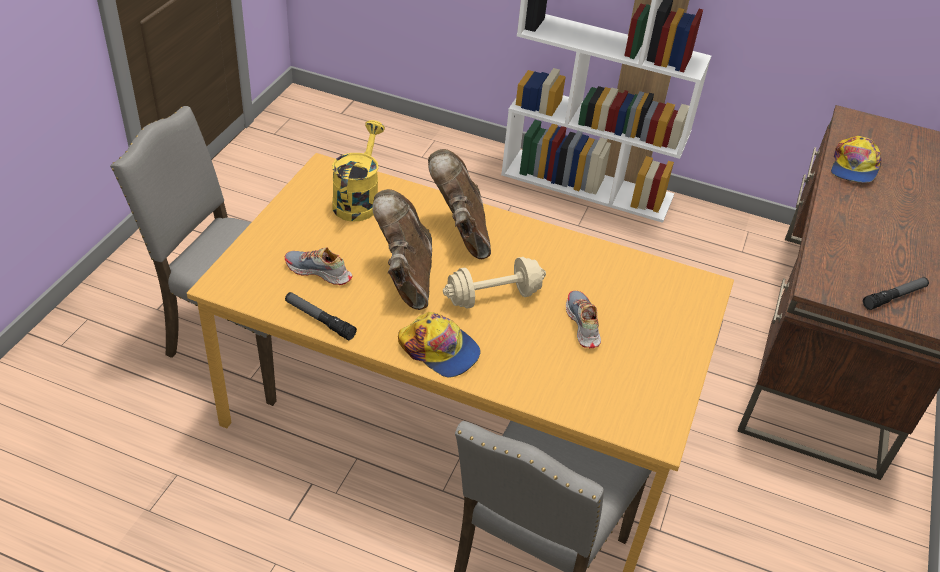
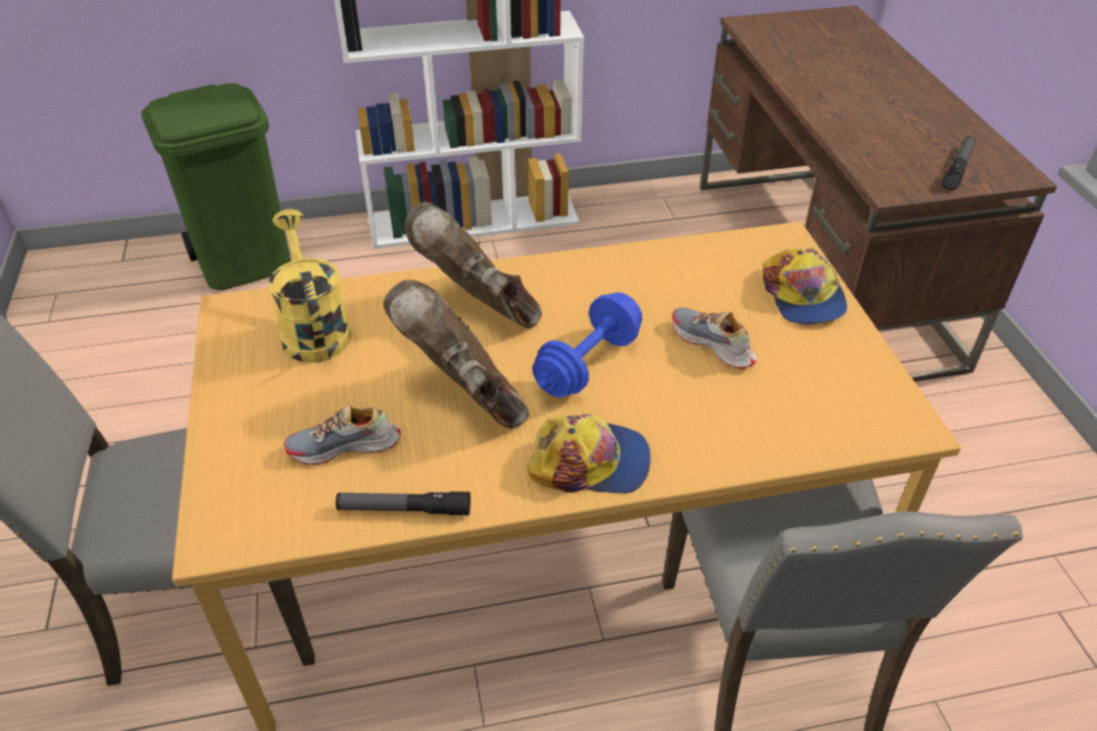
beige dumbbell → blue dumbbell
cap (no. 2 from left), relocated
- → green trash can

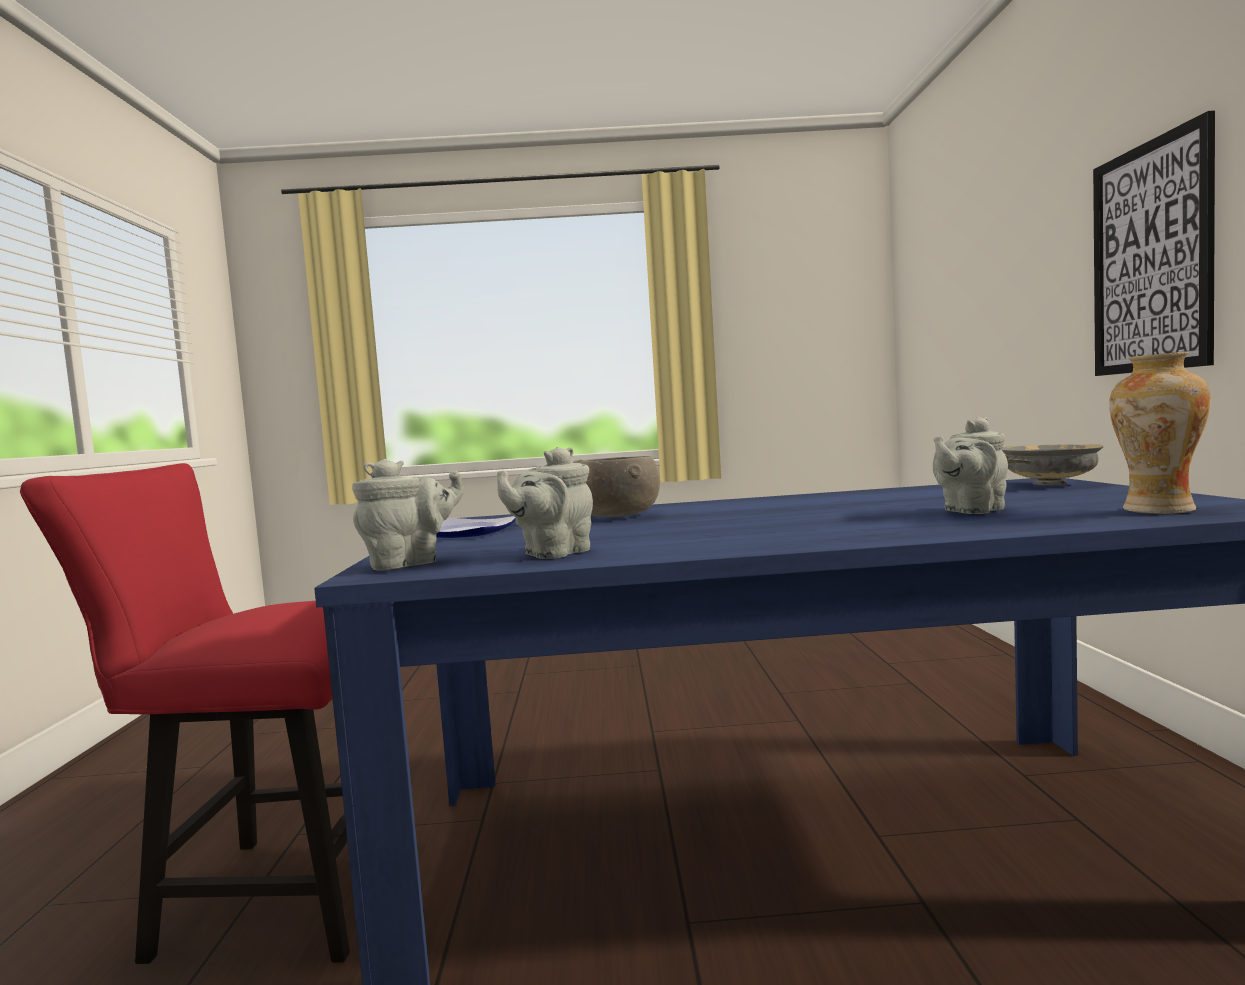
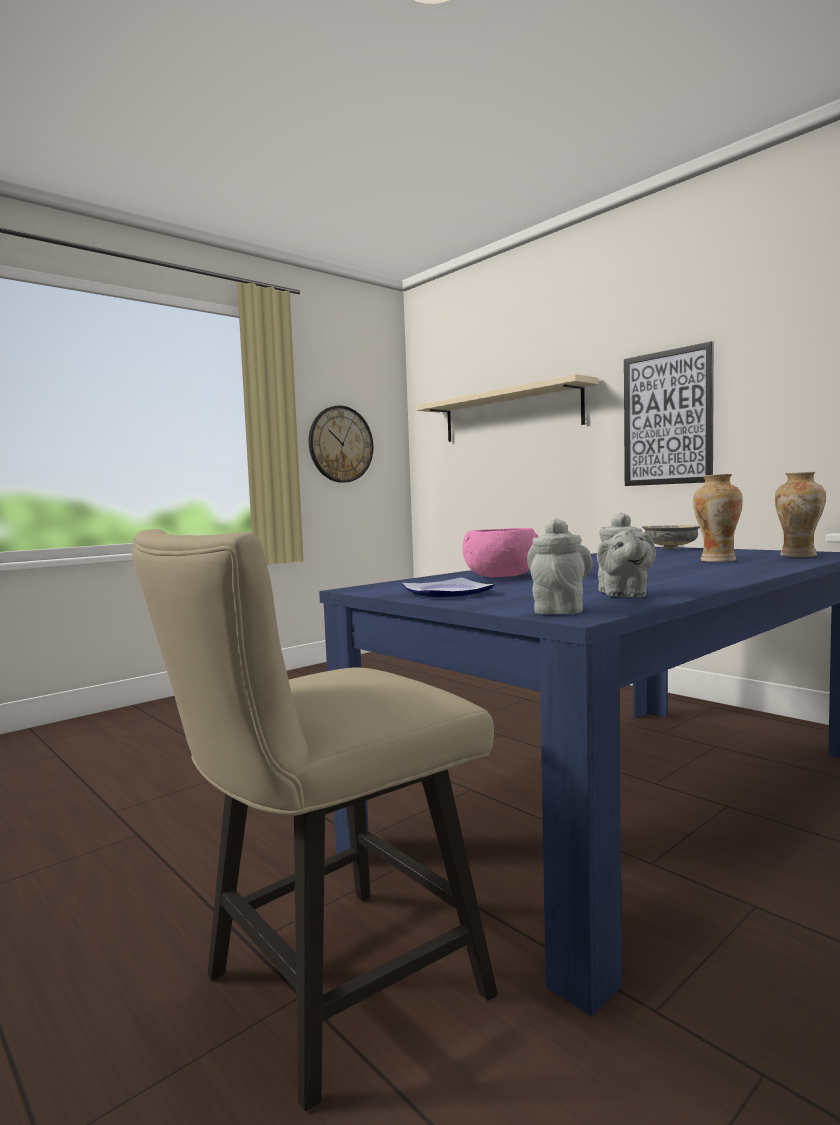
red chair → beige chair
grey bowl (no. 1 from left) → pink bowl
grey teapot (no. 3 from left) → vase (no. 1 from left)
- → wall clock
- → beige shelf

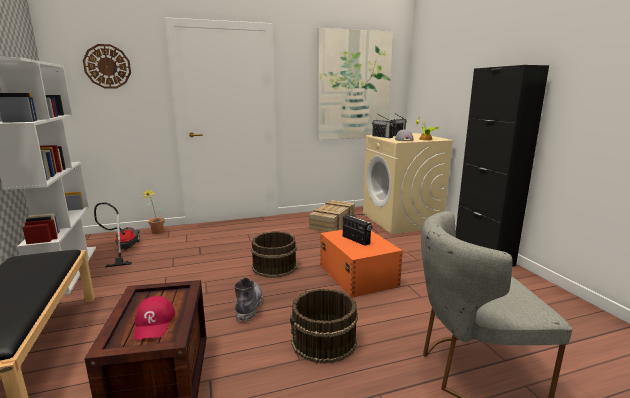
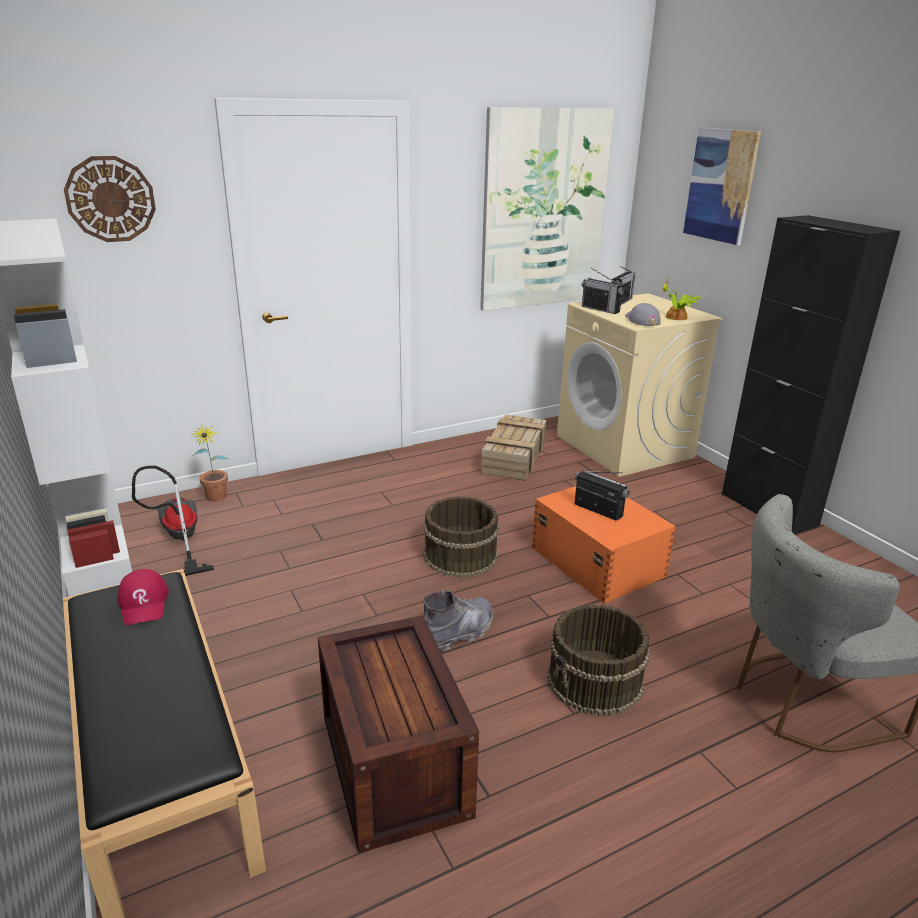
red cap, relocated
grey boot, 60 degrees clockwise
- → picture (no. 2 from left)

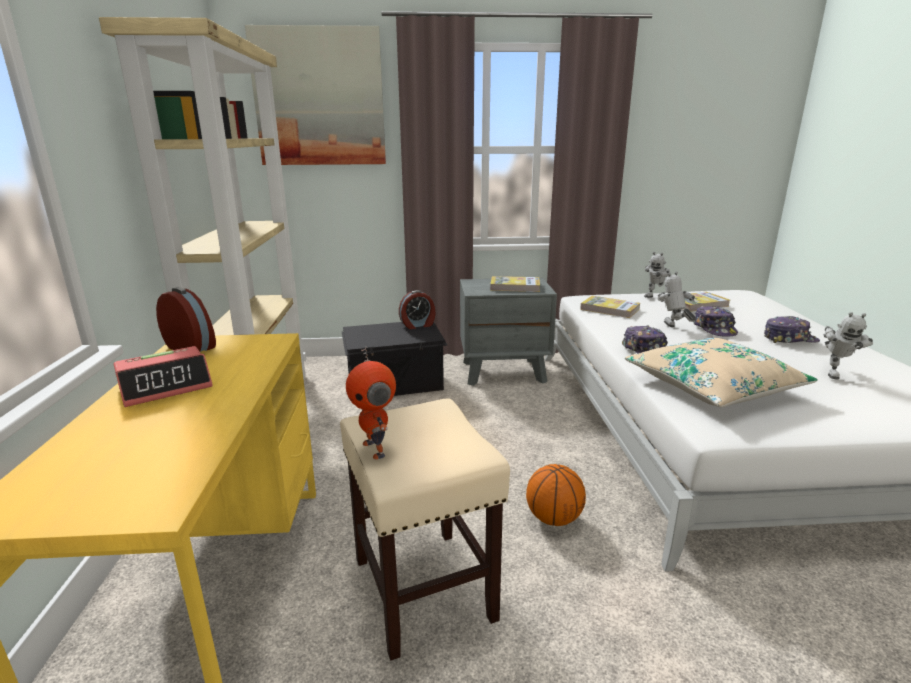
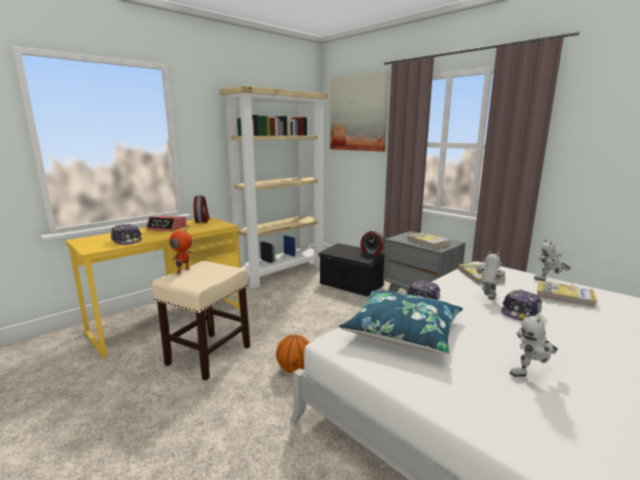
beige pillow → blue pillow
cap (no. 3 from left in the first image) → cap (no. 1 from left), relocated

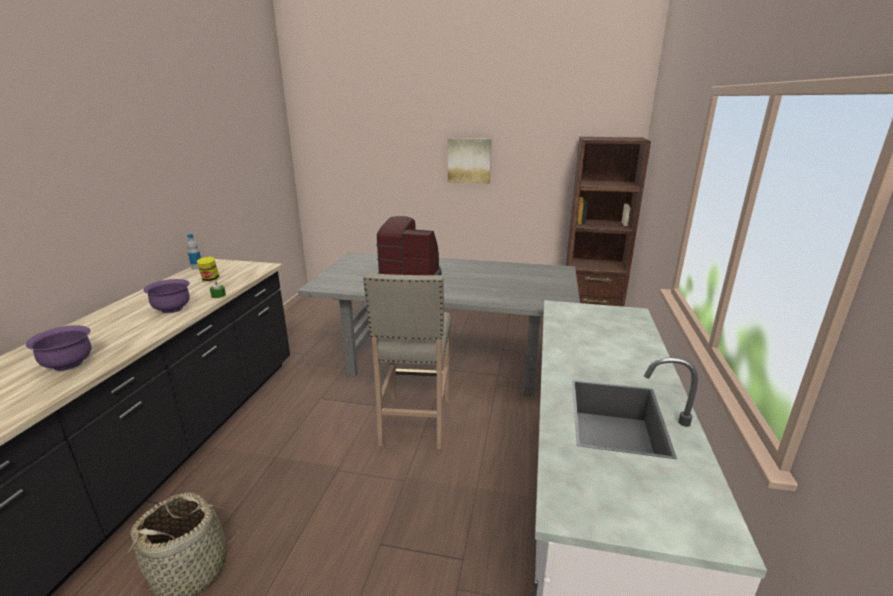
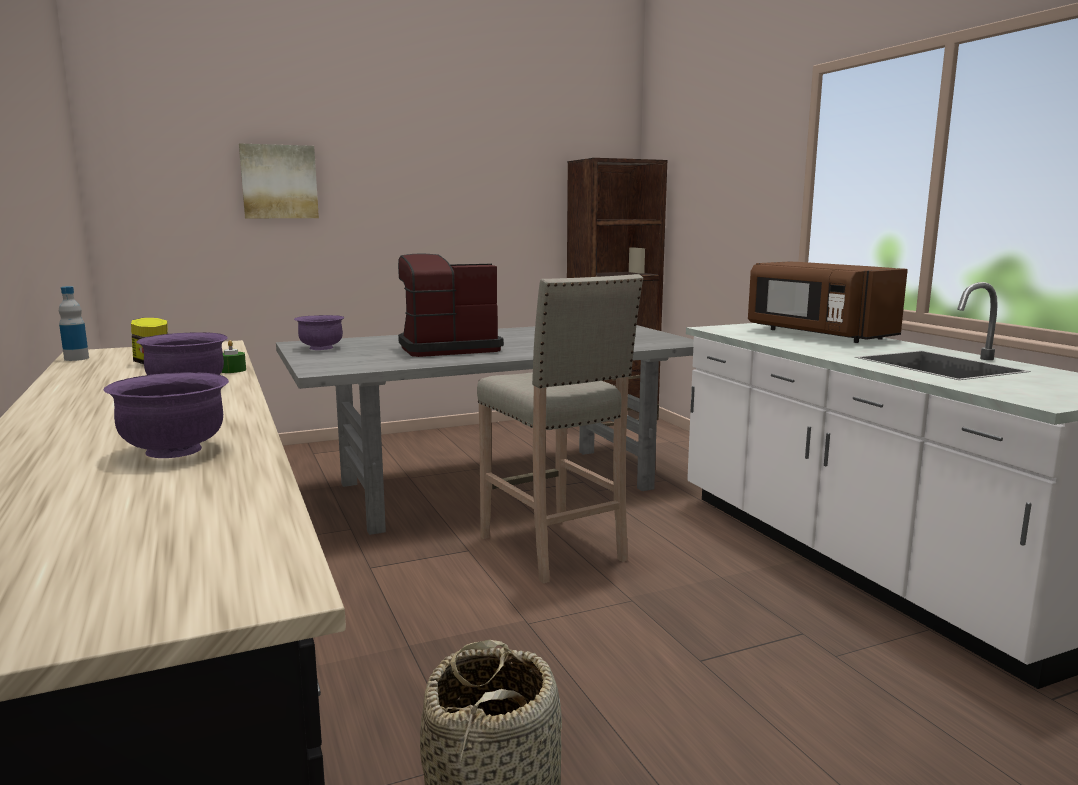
picture, relocated
- → purple bowl (no. 3 from left)
- → brown microwave

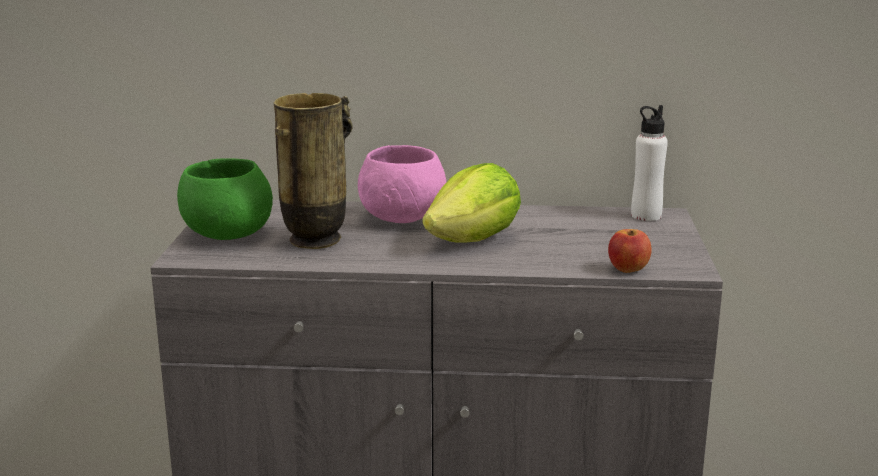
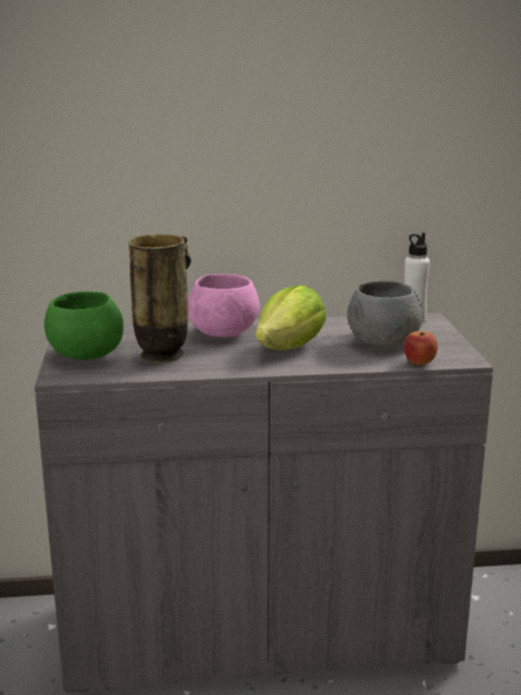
- → grey bowl

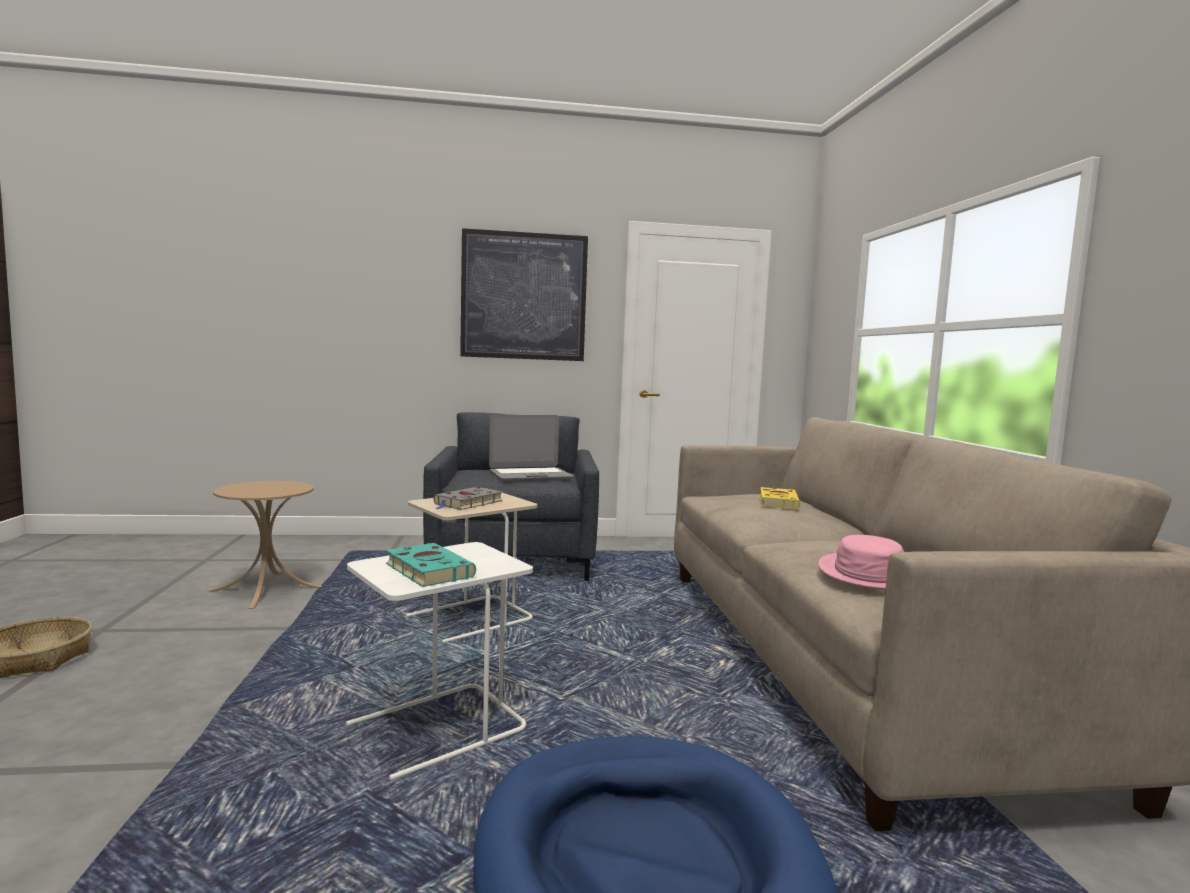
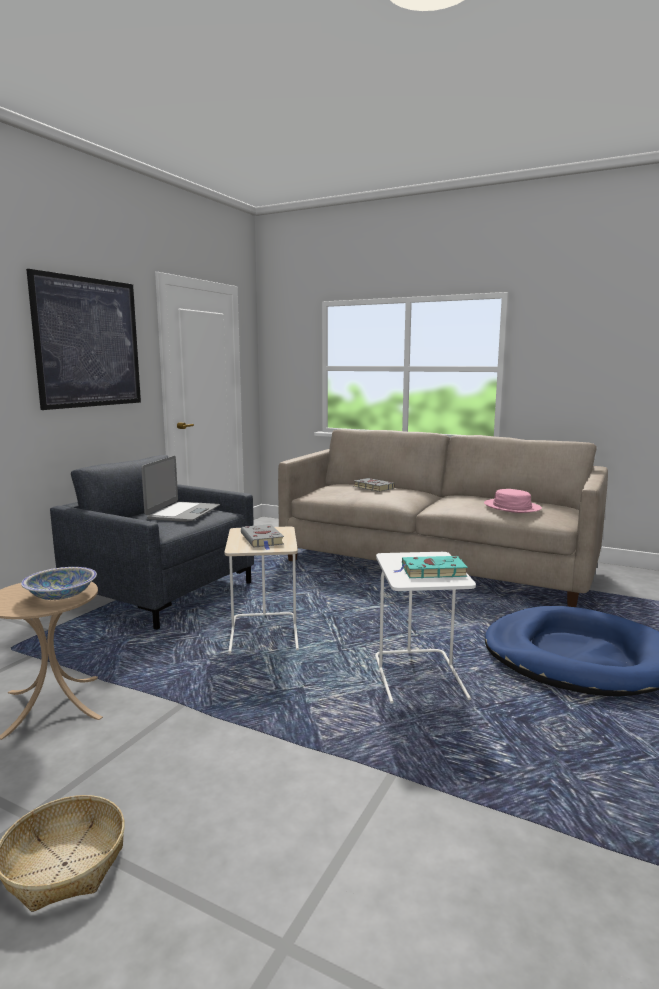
yellow book → grey book (no. 2 from left)
- → bowl

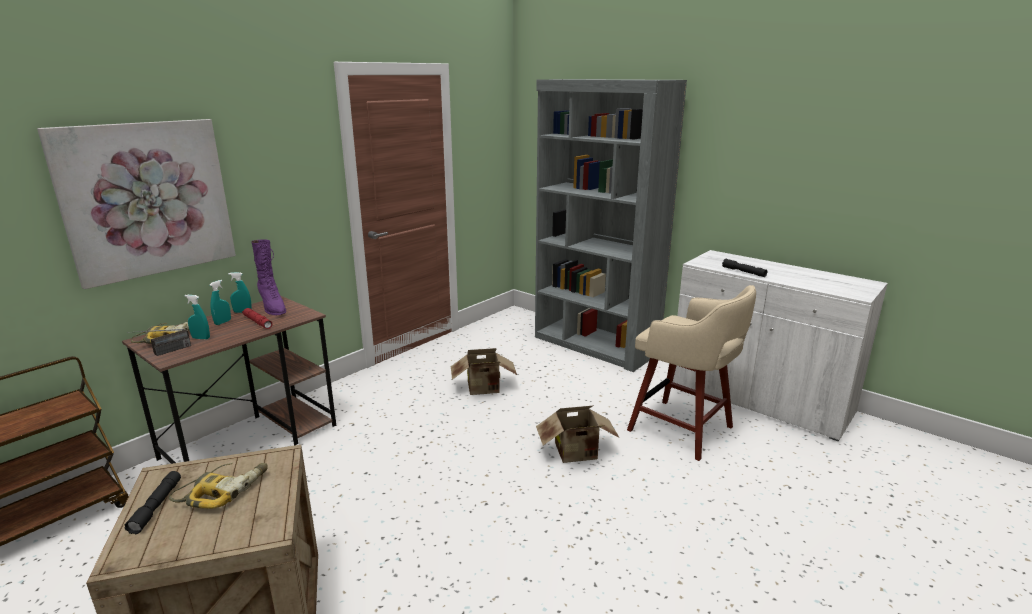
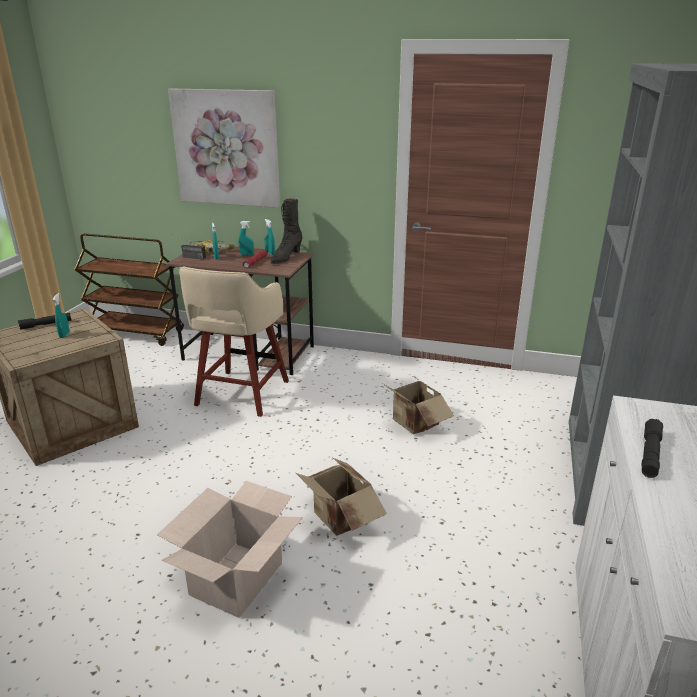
power drill (no. 2 from left) → turquoise spray bottle (no. 1 from left)
purple boot → black boot
beige stool, relocated
- → cardboard box (no. 1 from left)

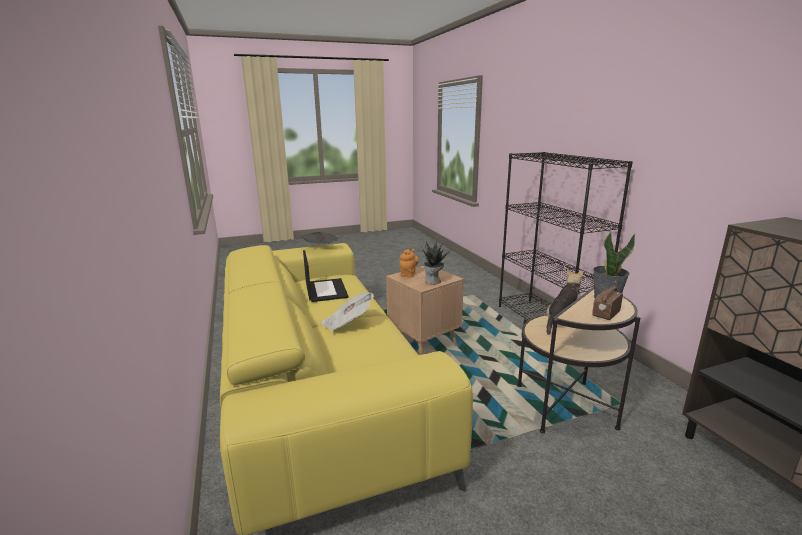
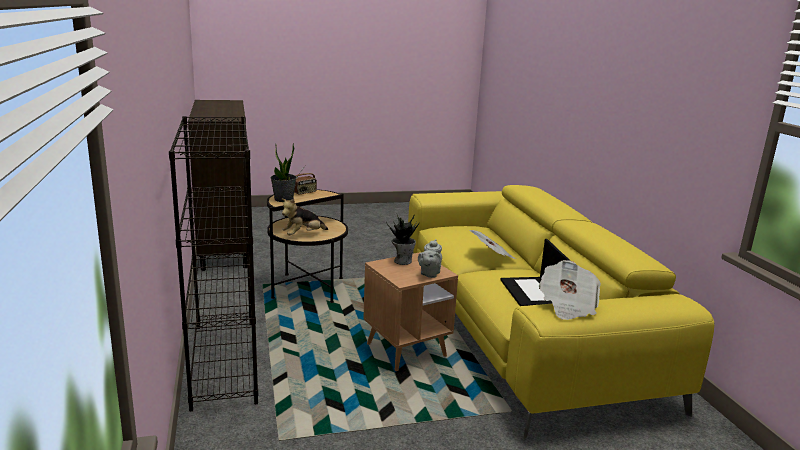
orange teapot → grey teapot

